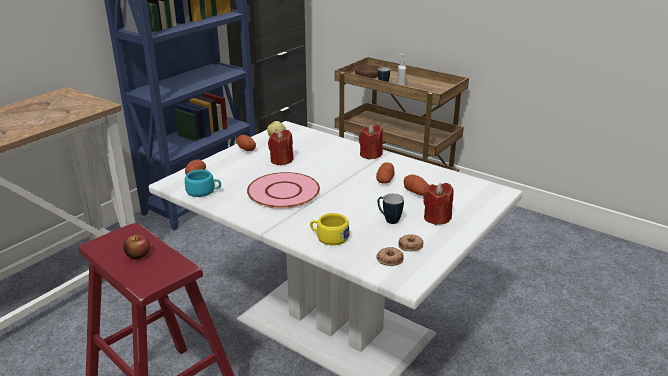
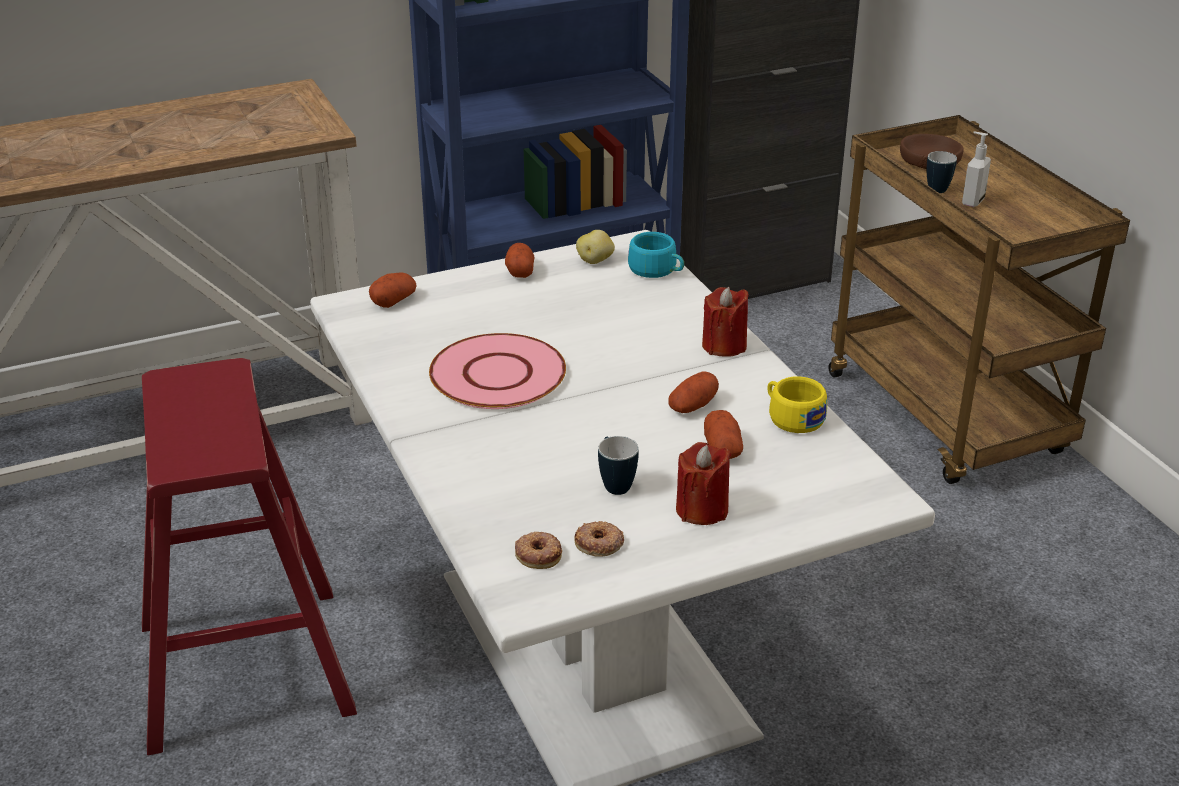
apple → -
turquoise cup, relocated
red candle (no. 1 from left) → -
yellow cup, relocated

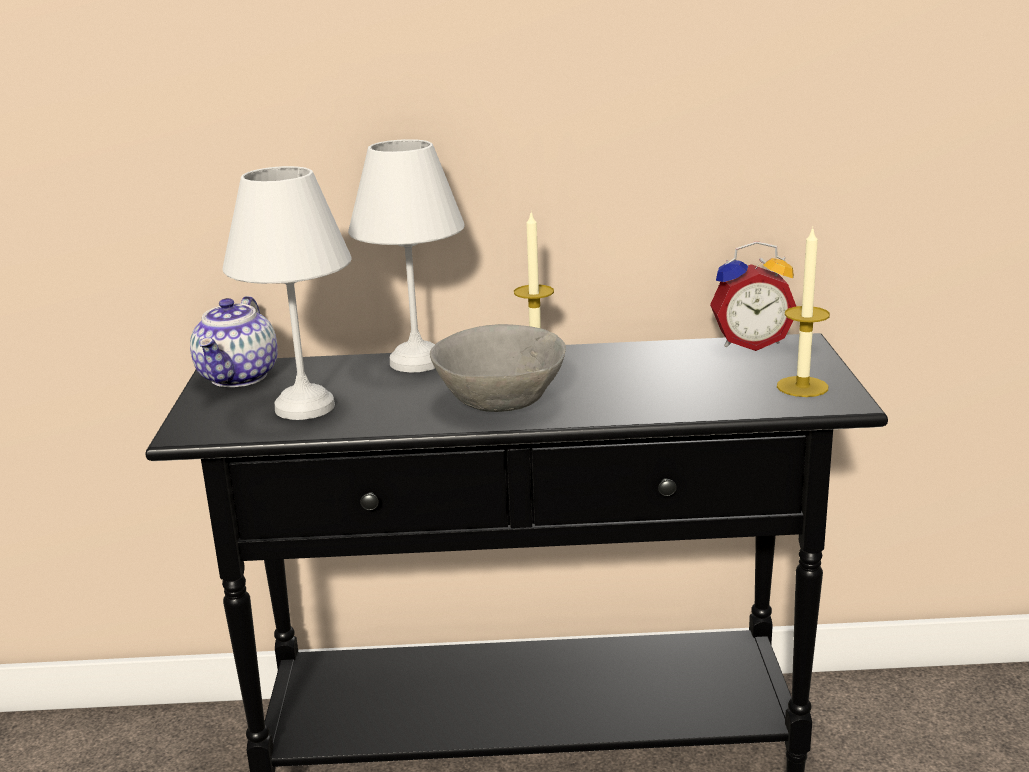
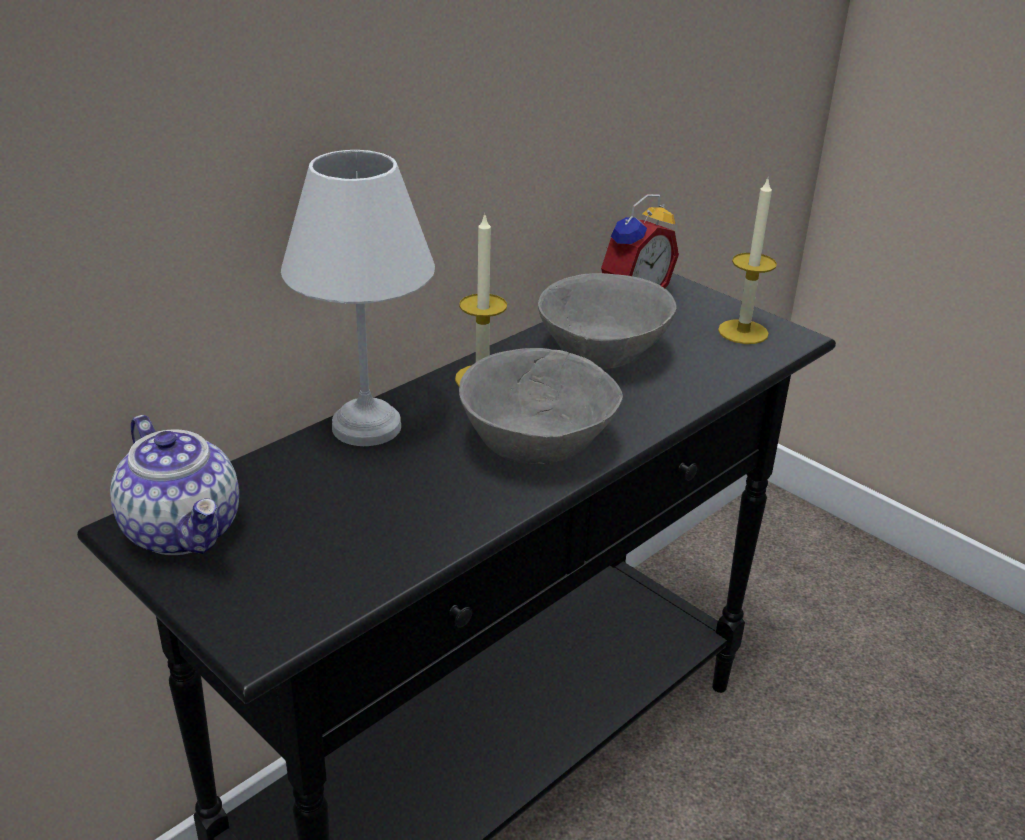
white table lamp (no. 1 from left) → -
- → grey bowl (no. 2 from left)

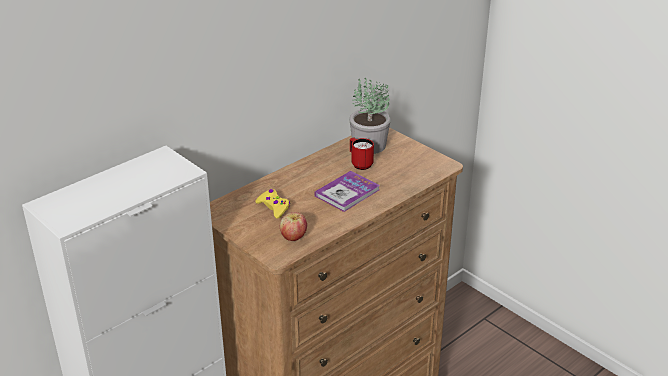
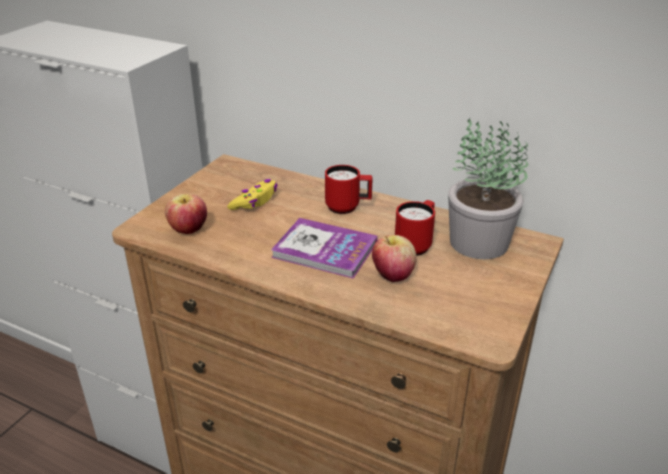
- → red mug (no. 1 from left)
- → apple (no. 2 from left)

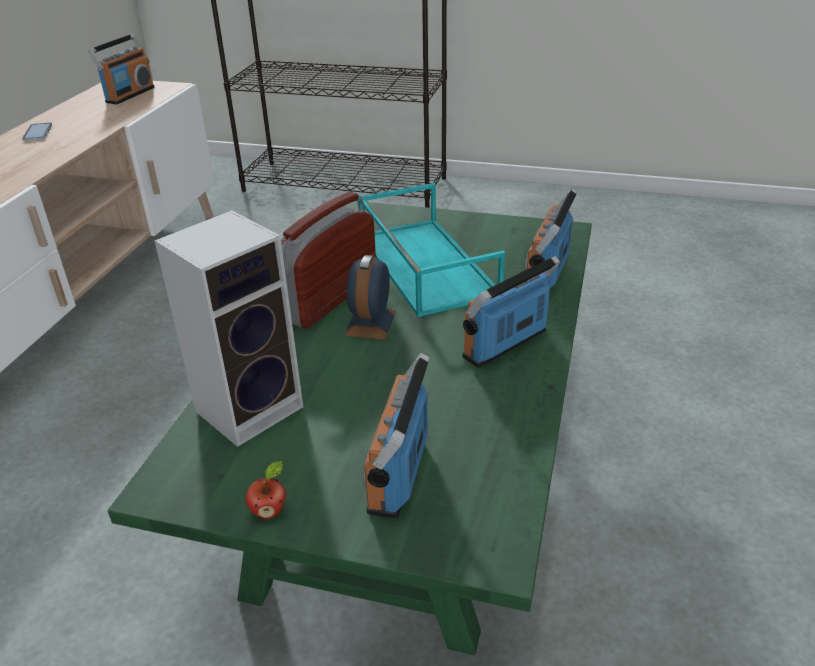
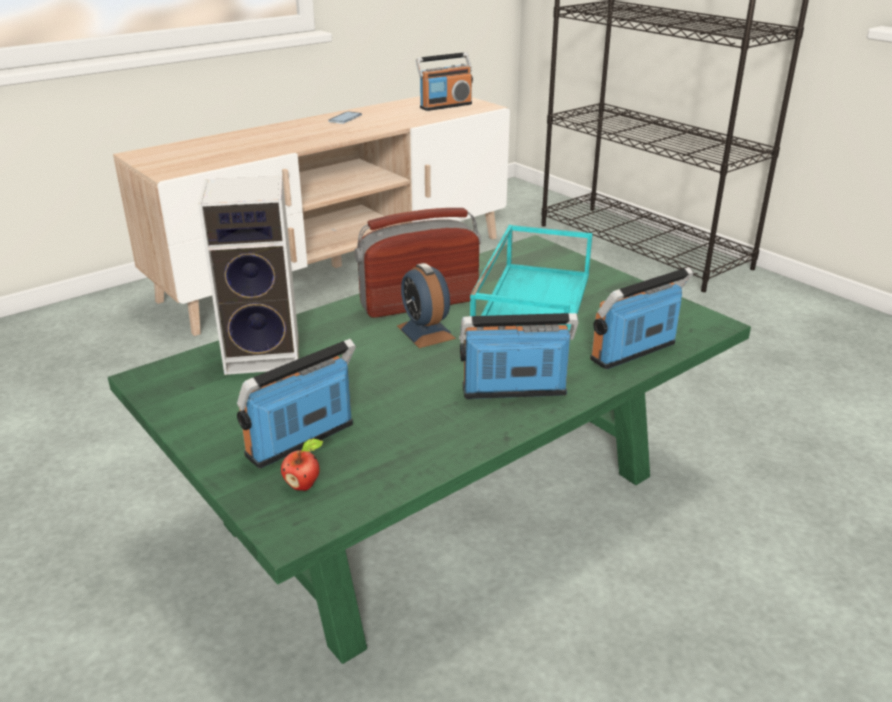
apple, relocated
alarm clock, 75 degrees counterclockwise

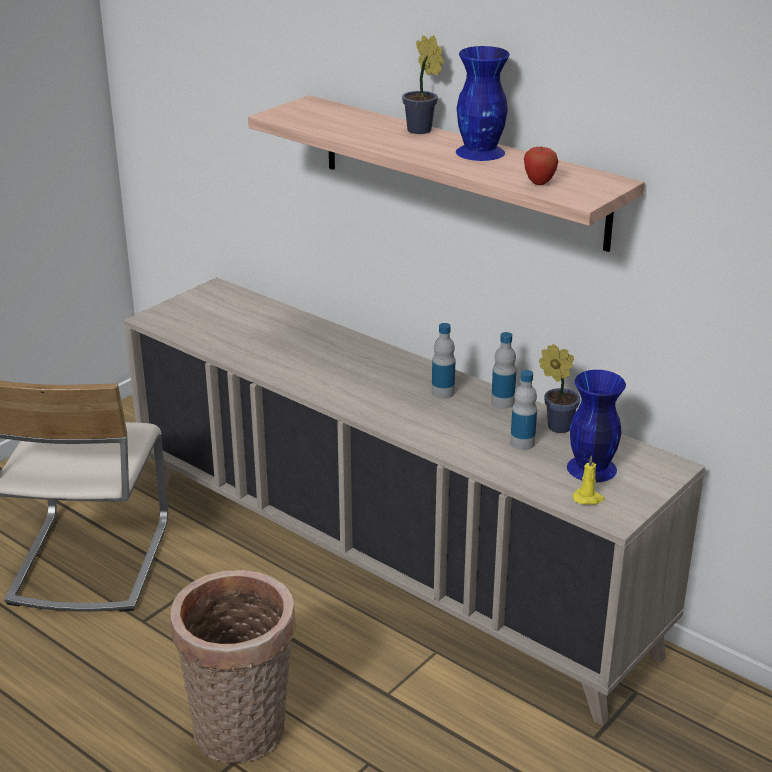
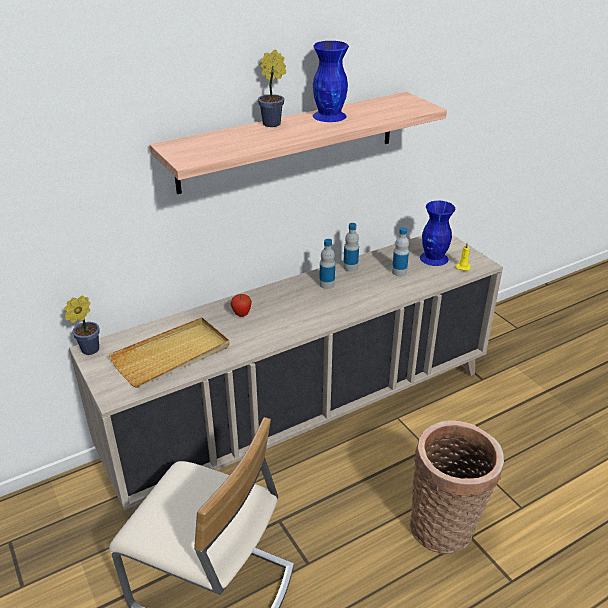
apple, relocated
potted plant (no. 2 from left in the first image) → potted plant (no. 1 from left), relocated
- → beige tray

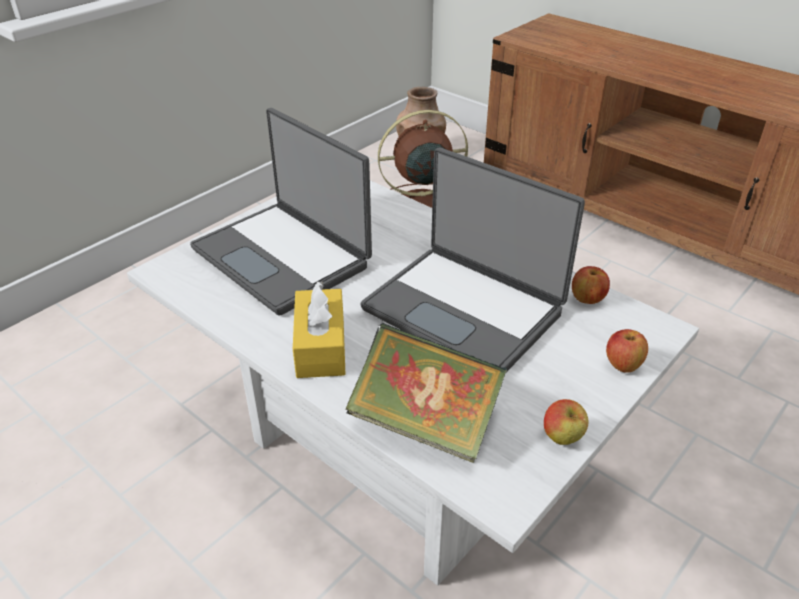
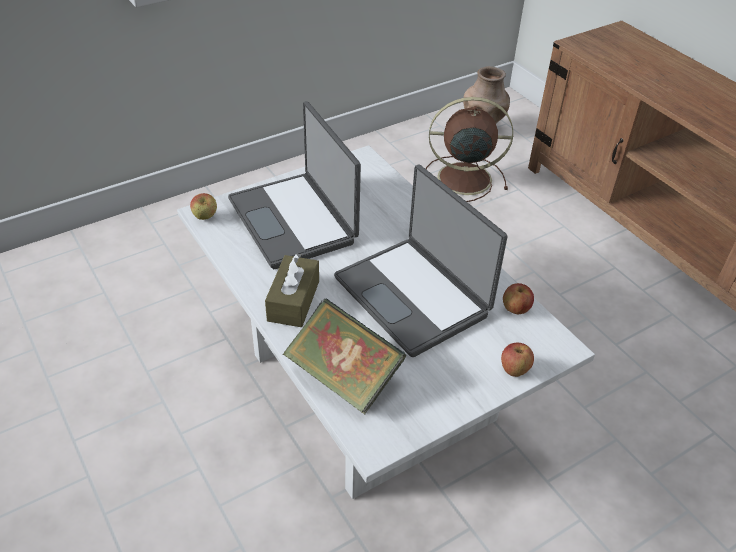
yellow tissue box → brown tissue box
apple (no. 1 from left), relocated

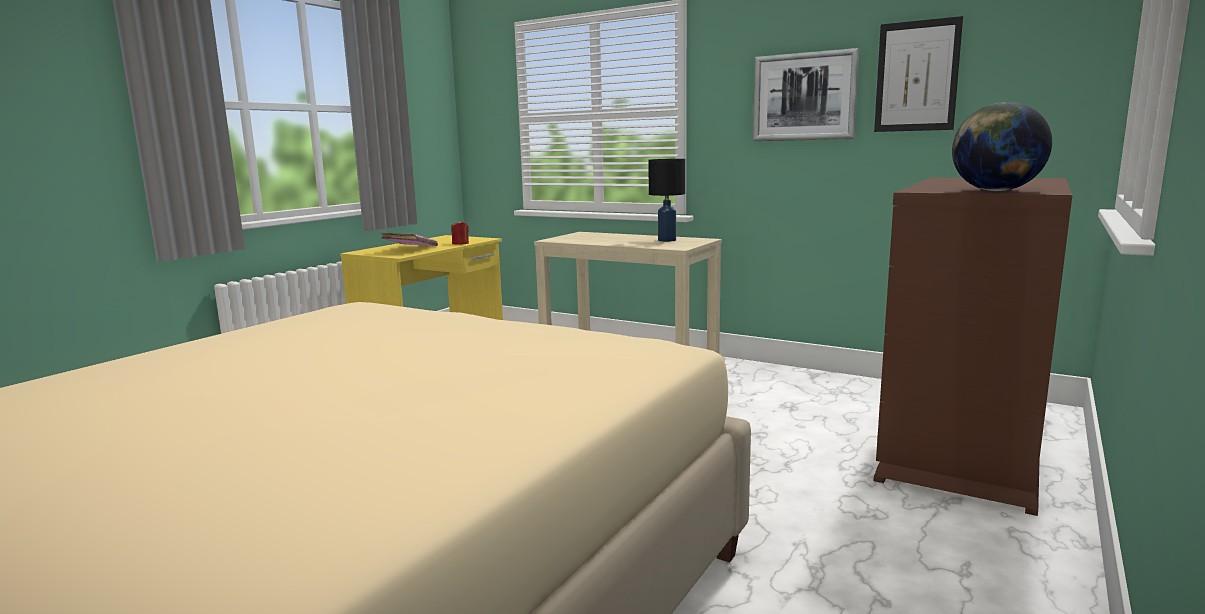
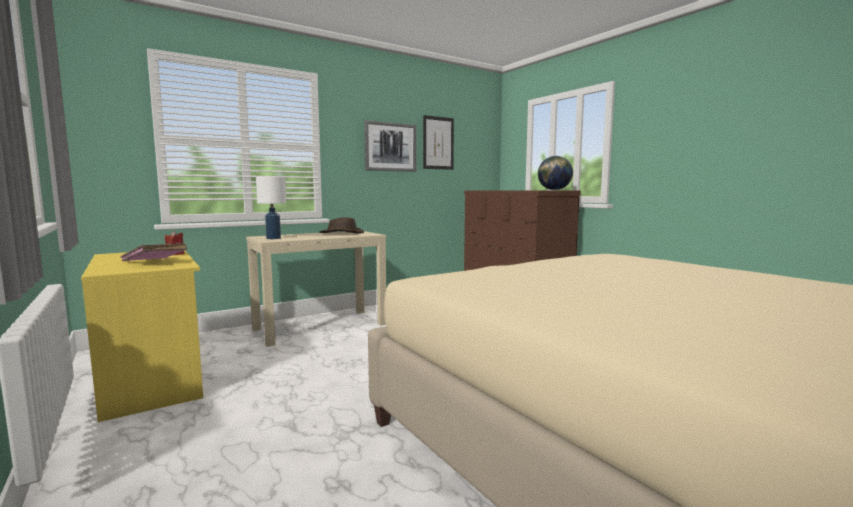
black table lamp → brown hat
- → white table lamp

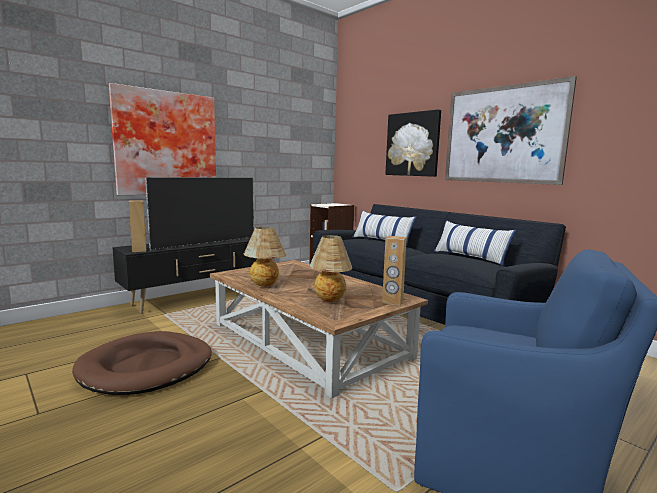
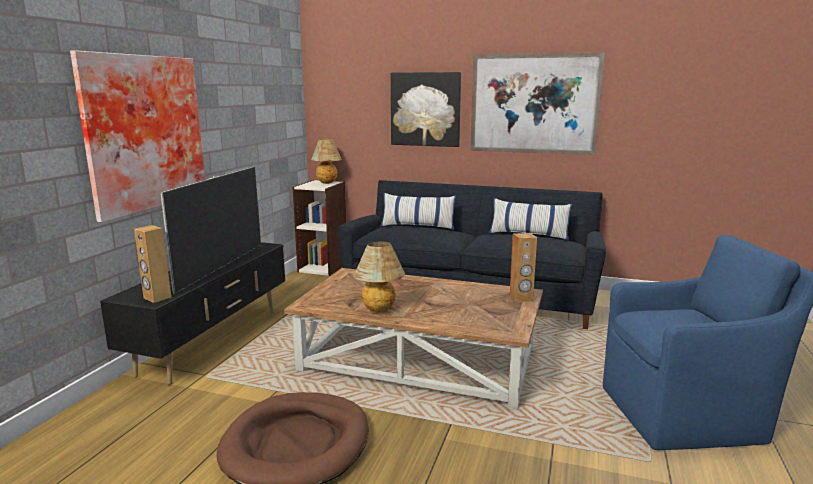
table lamp (no. 2 from left in the first image) → table lamp (no. 1 from left), relocated

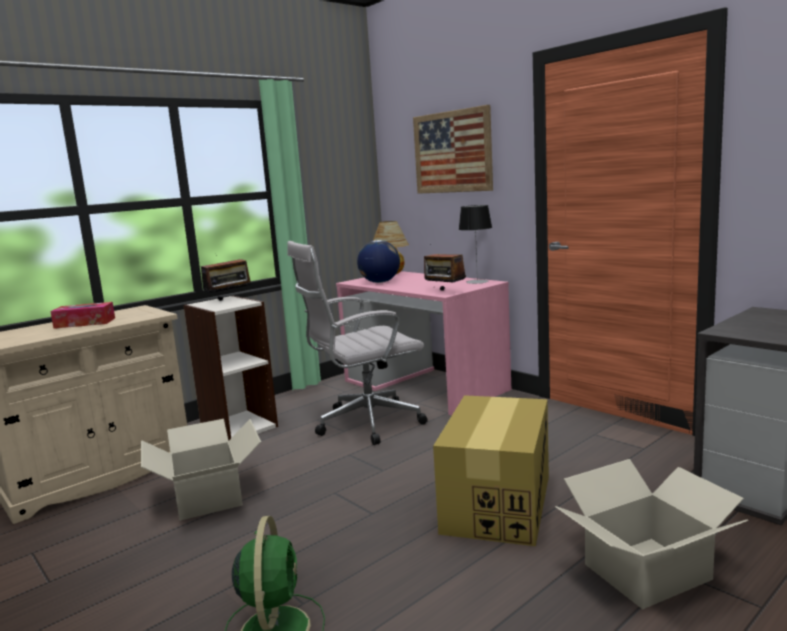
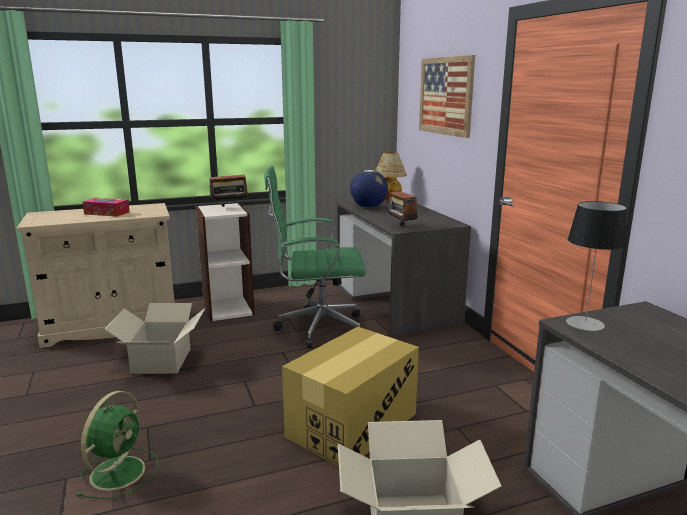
white office chair → green office chair
pink desk → grey desk (no. 1 from left)
table lamp (no. 2 from left), relocated

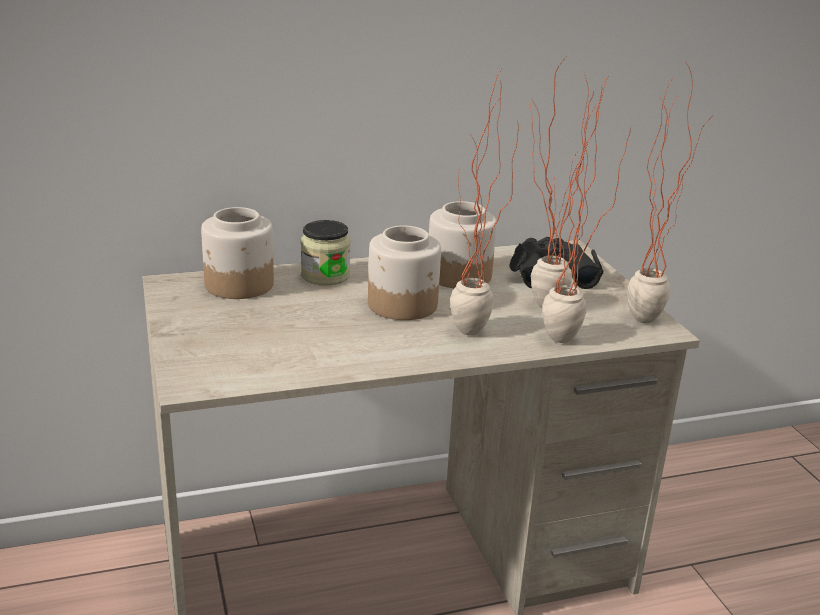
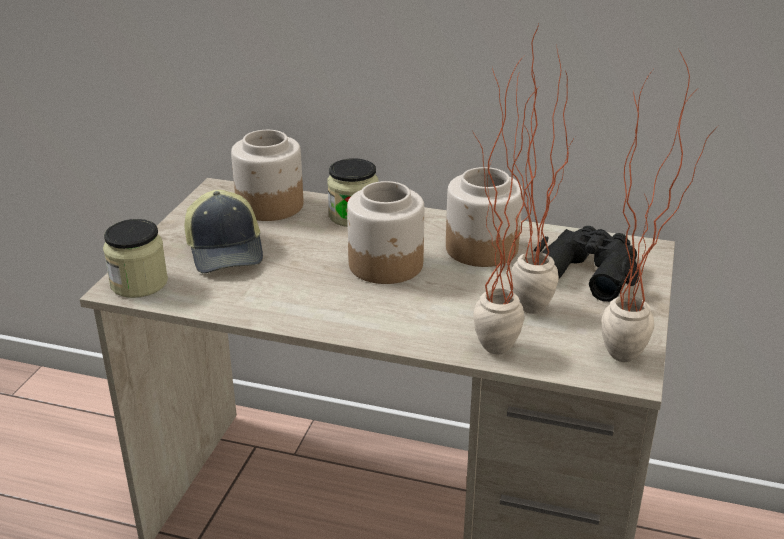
potted plant (no. 1 from left) → -
- → jar (no. 1 from left)
- → cap

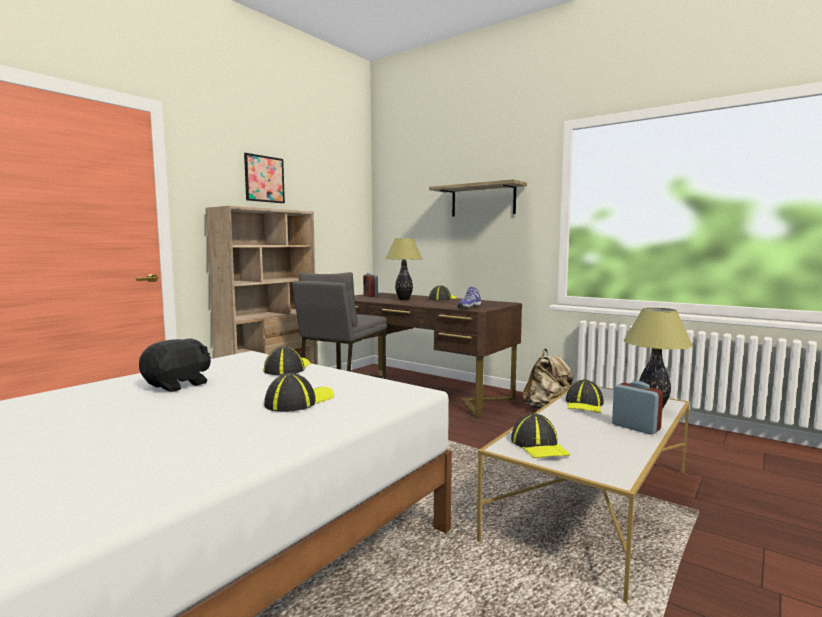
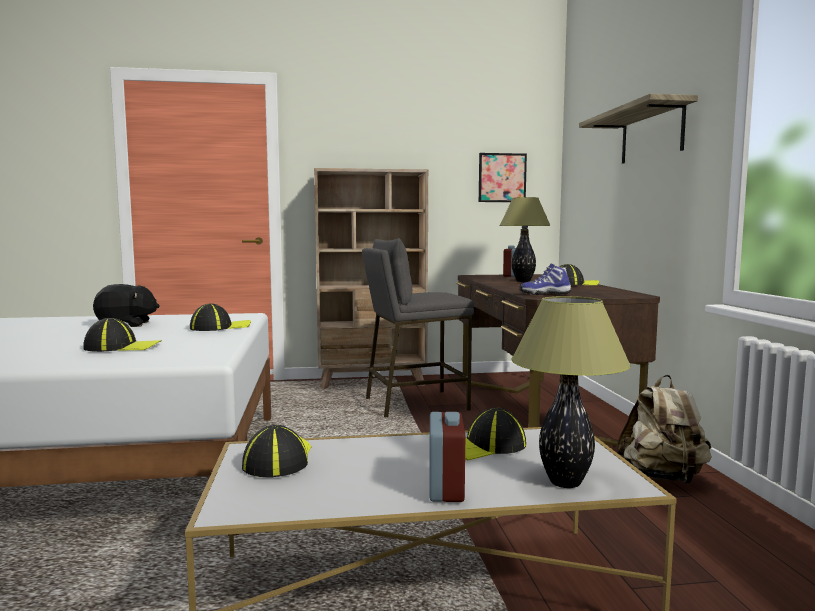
picture, relocated
cap (no. 4 from left in the first image) → cap (no. 3 from left), 150 degrees clockwise

